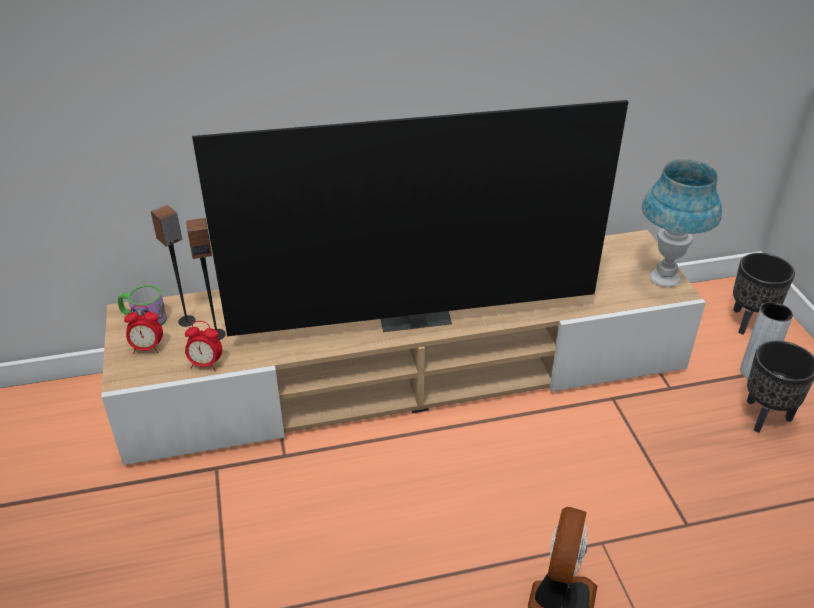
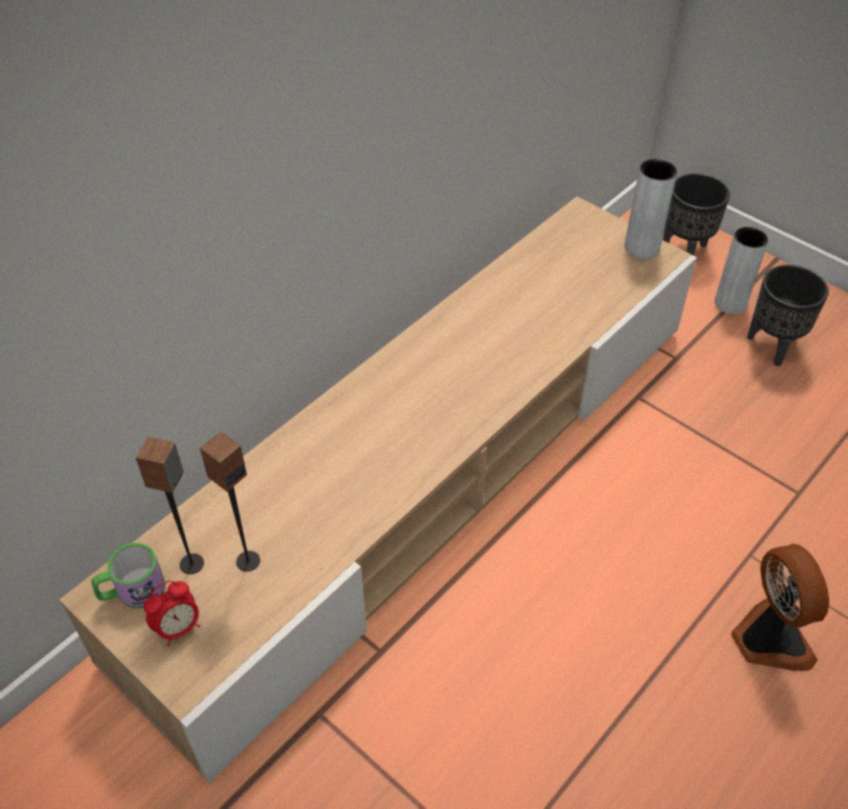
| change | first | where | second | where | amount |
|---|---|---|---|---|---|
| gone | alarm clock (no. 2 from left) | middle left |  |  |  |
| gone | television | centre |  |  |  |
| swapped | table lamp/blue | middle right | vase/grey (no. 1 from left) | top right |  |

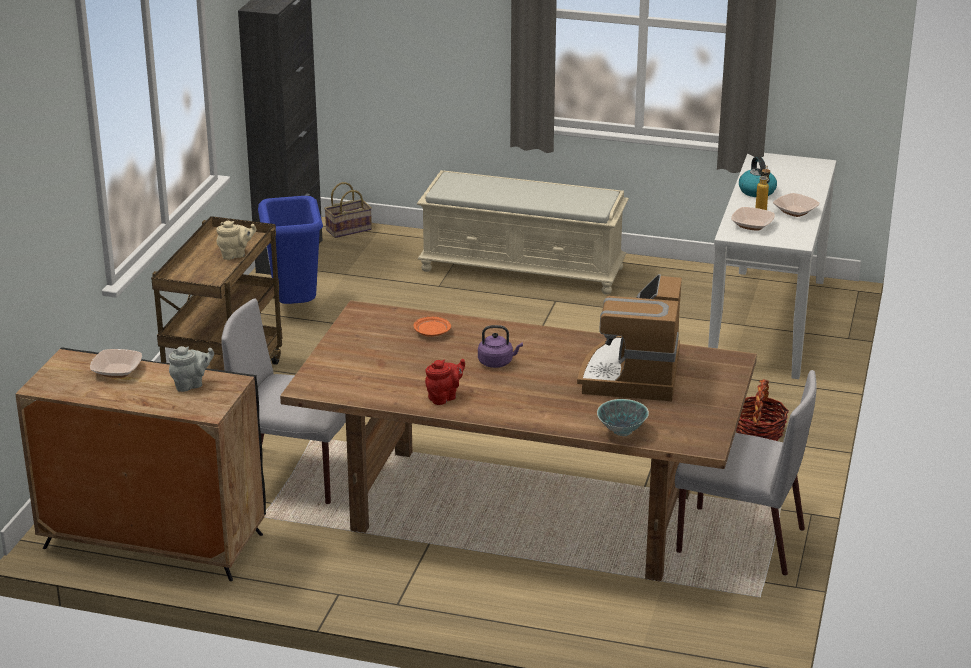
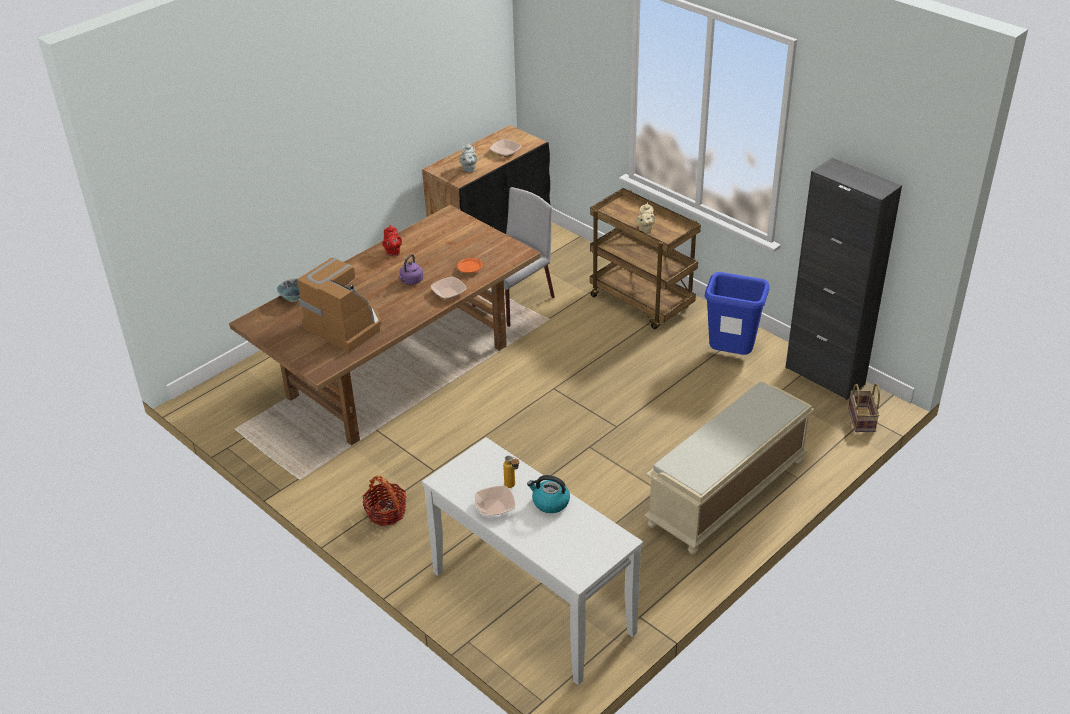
| change | first | where | second | where | amount |
|---|---|---|---|---|---|
| gone | chair/grey (no. 2 from left) | bottom right |  |  |  |
| shifted | bowl (no. 3 from left in the first image) | top right | bowl (no. 2 from left) | centre |  |

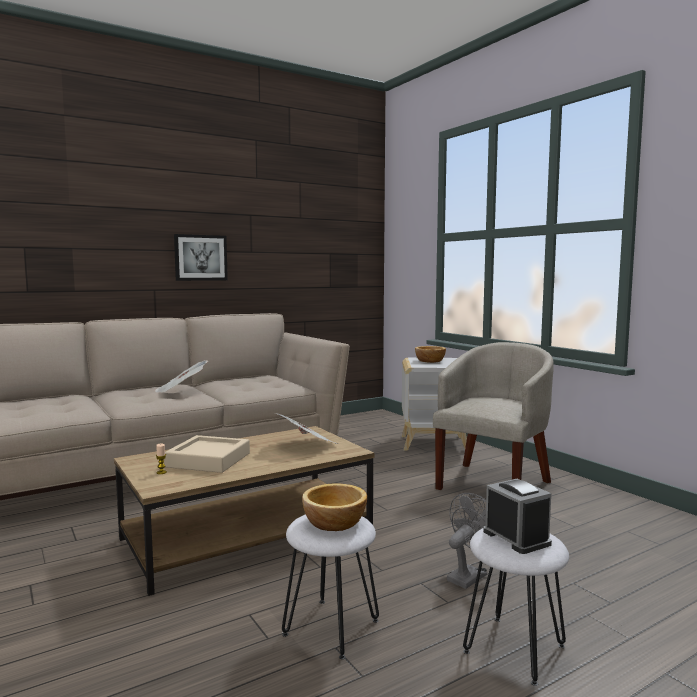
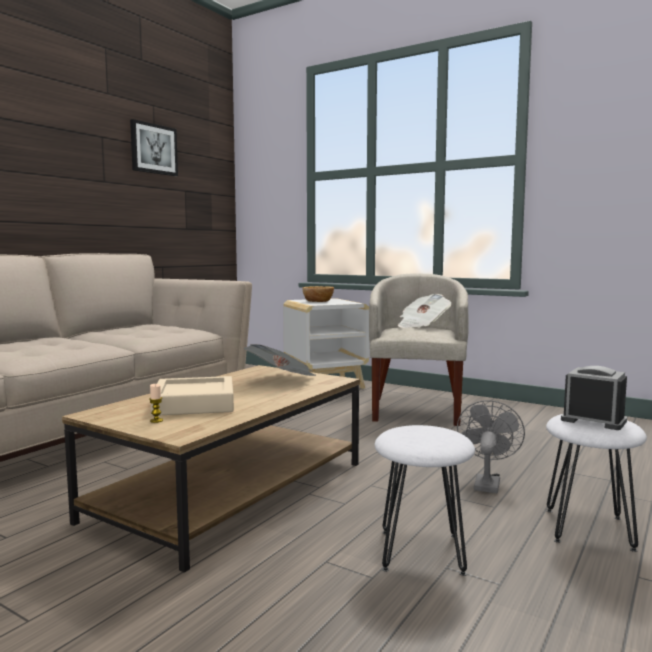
| change | first | where | second | where | amount |
|---|---|---|---|---|---|
| shifted | newspaper (no. 1 from left in the first image) | middle left | newspaper (no. 2 from left) | centre |  |
| shifted | picture | middle left |  | top left |  |
| gone | bowl (no. 1 from left) | bottom centre |  |  |  |

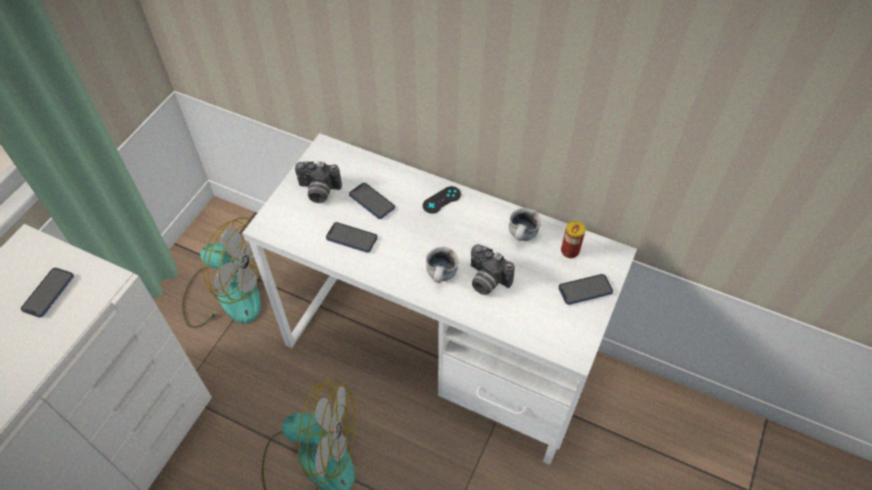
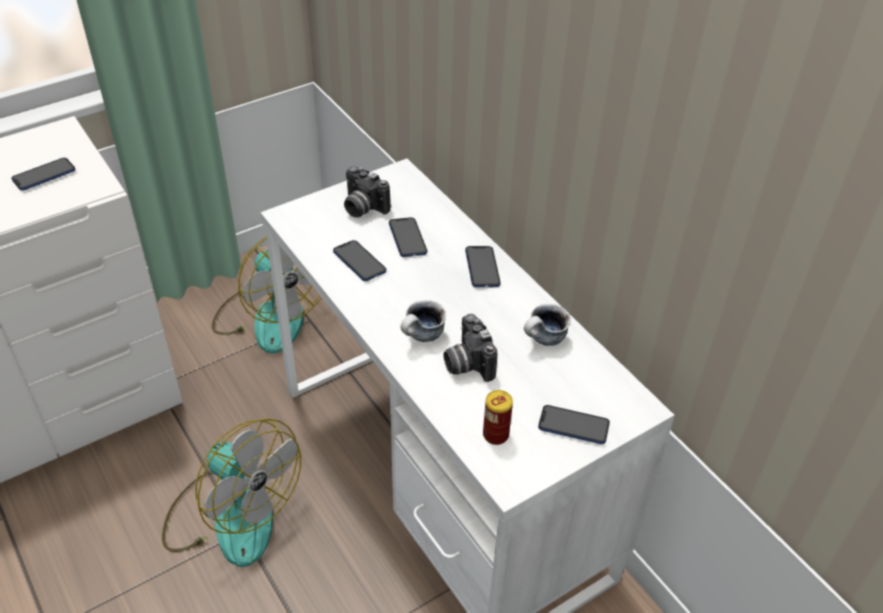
| change | first | where | second | where | amount |
|---|---|---|---|---|---|
| swapped | game controller/black | centre | phone (no. 4 from left) | centre |  |
| shifted | can | centre |  | bottom centre |  |

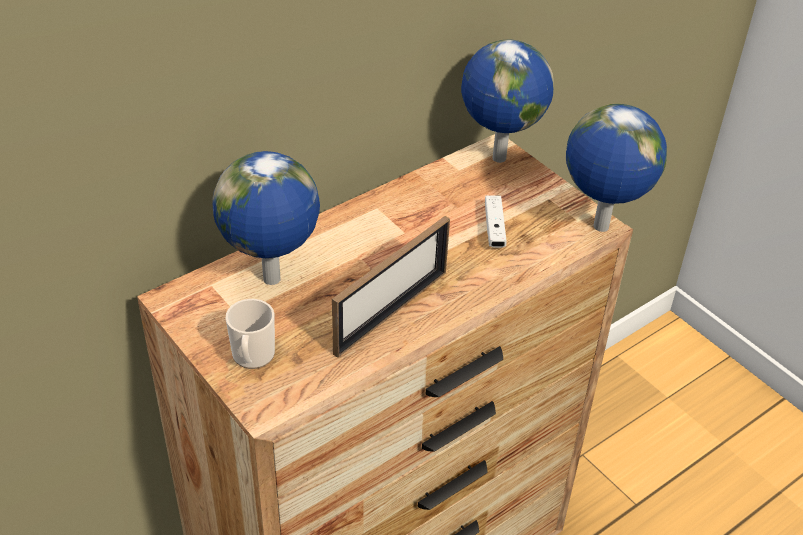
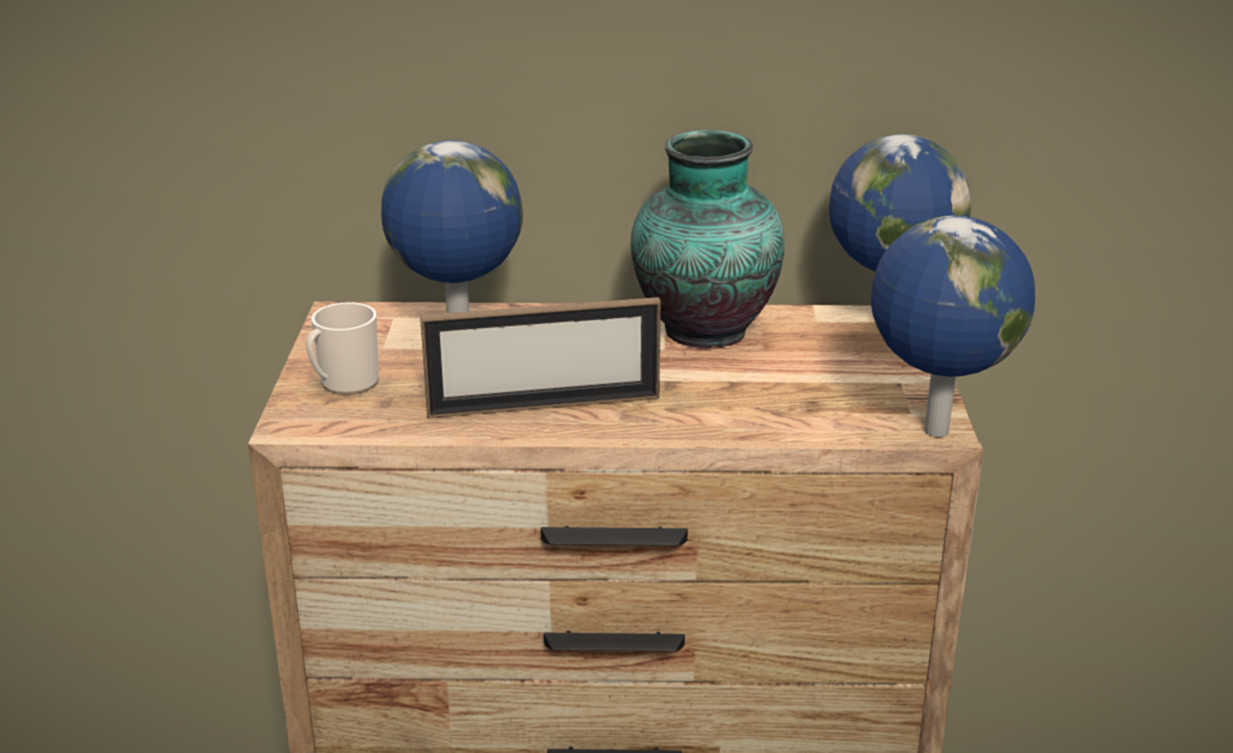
| change | first | where | second | where | amount |
|---|---|---|---|---|---|
| gone | game controller/white | centre |  |  |  |
| new |  |  | vase | top centre |  |

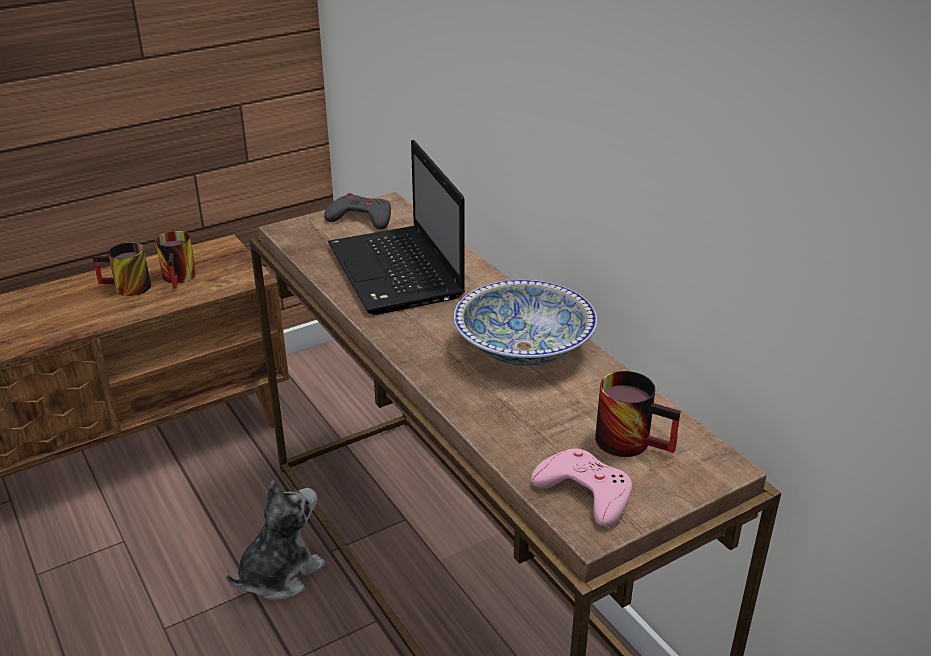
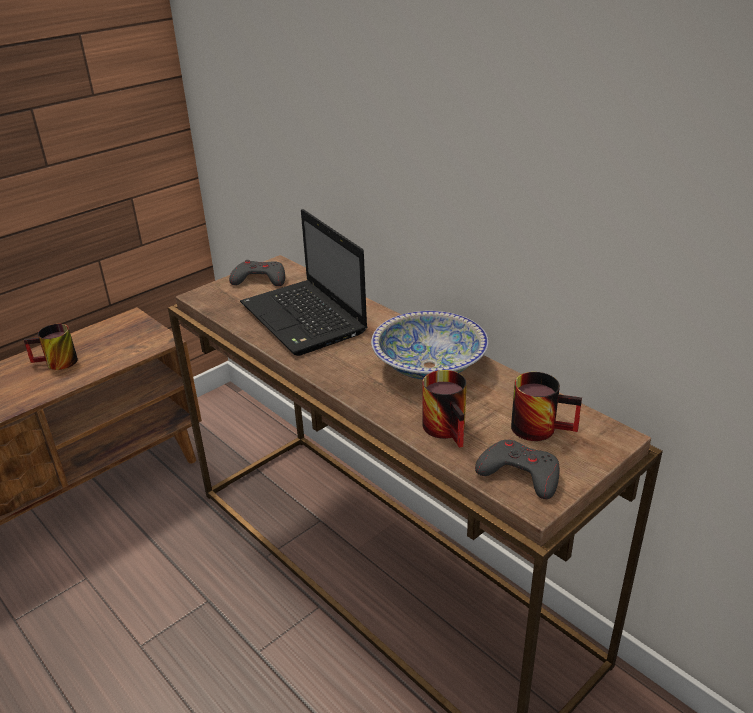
| change | first | where | second | where | amount |
|---|---|---|---|---|---|
| shifted | mug (no. 2 from left) | middle left |  | centre |  |
| gone | plush toy | bottom left |  |  |  |
| repainted | game controller/pink | bottom centre | game controller/grey (no. 2 from left) | middle right |  |

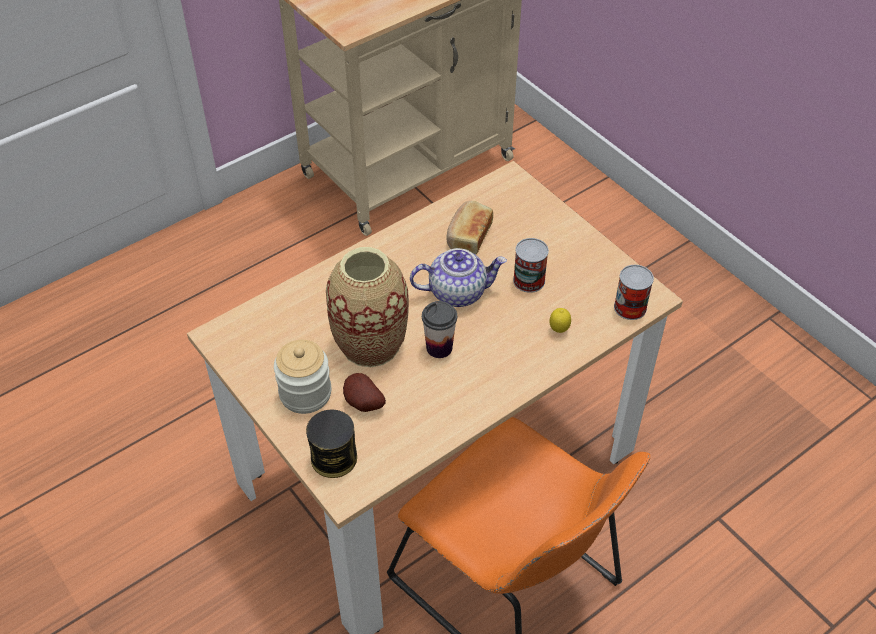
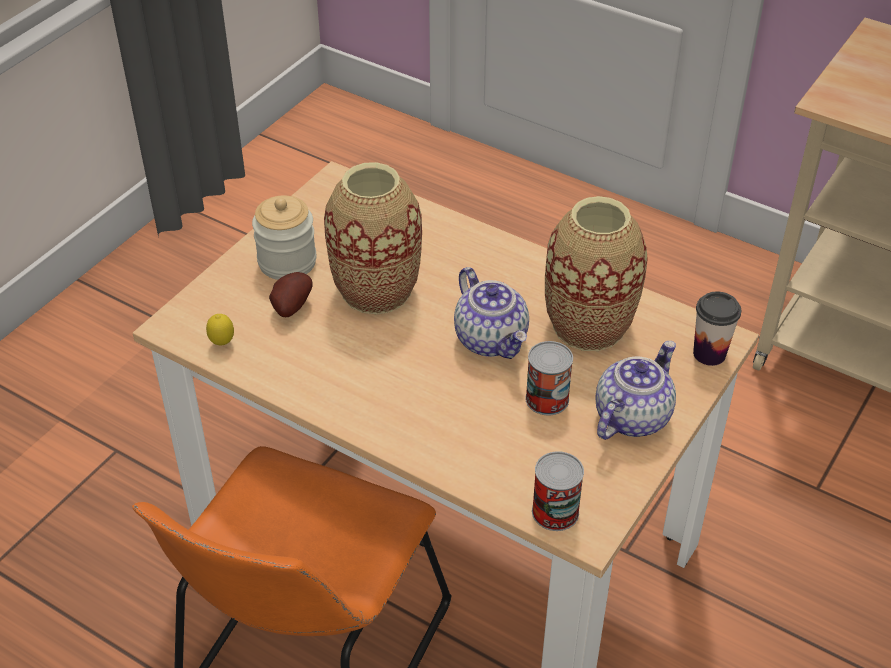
| change | first | where | second | where | amount |
|---|---|---|---|---|---|
| gone | can (no. 1 from left) | bottom centre |  |  |  |
| shifted | cup | centre |  | middle right |  |
| swapped | bread | centre | vase (no. 2 from left) | middle right |  |
| shifted | lemon | centre |  | middle left |  |
| new |  |  | teapot (no. 2 from left) | middle right |  |

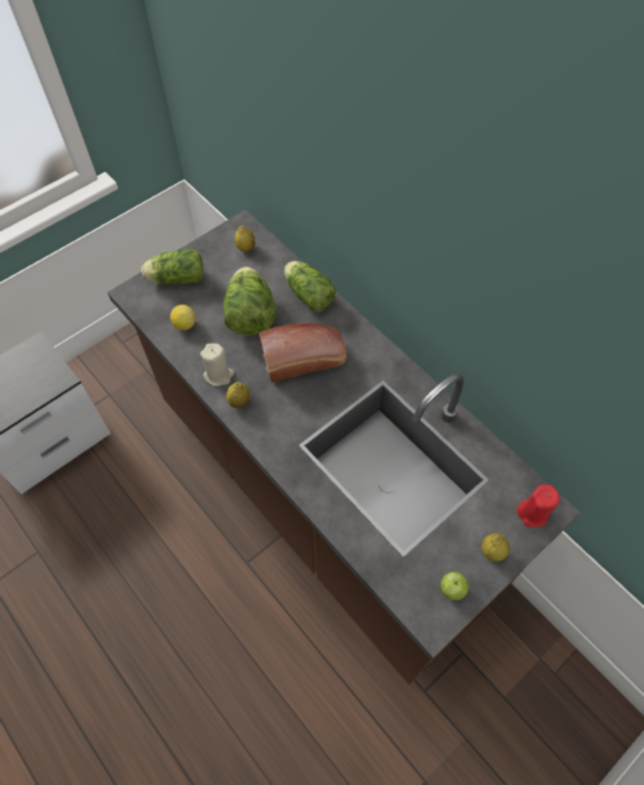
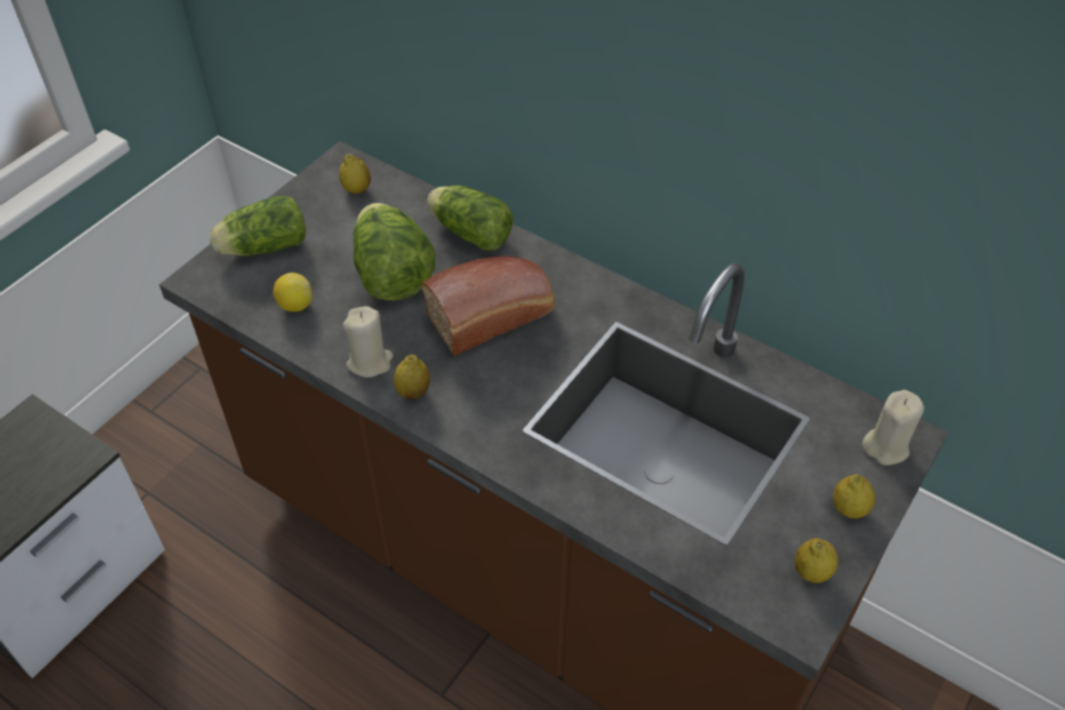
| change | first | where | second | where | amount |
|---|---|---|---|---|---|
| swapped | apple | bottom right | lemon (no. 4 from left) | bottom right |  |
| repainted | candle/red | middle right | candle/beige (no. 2 from left) | middle right |  |

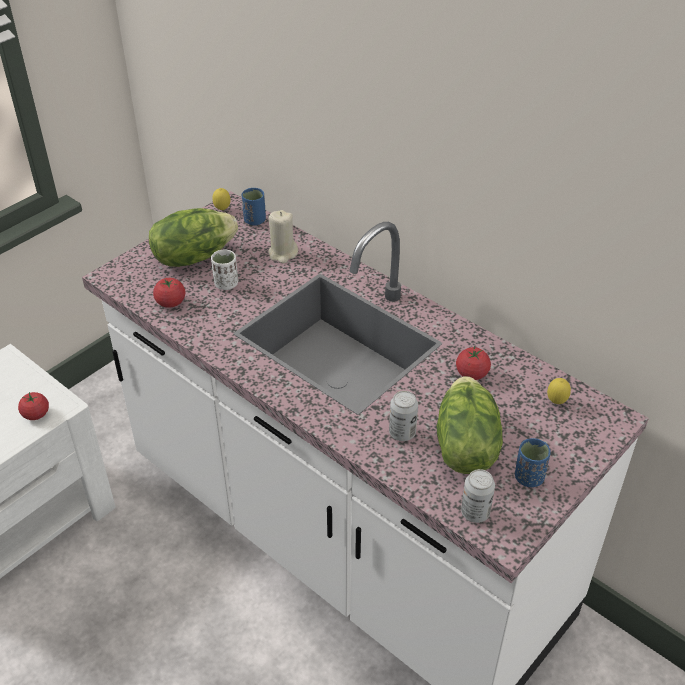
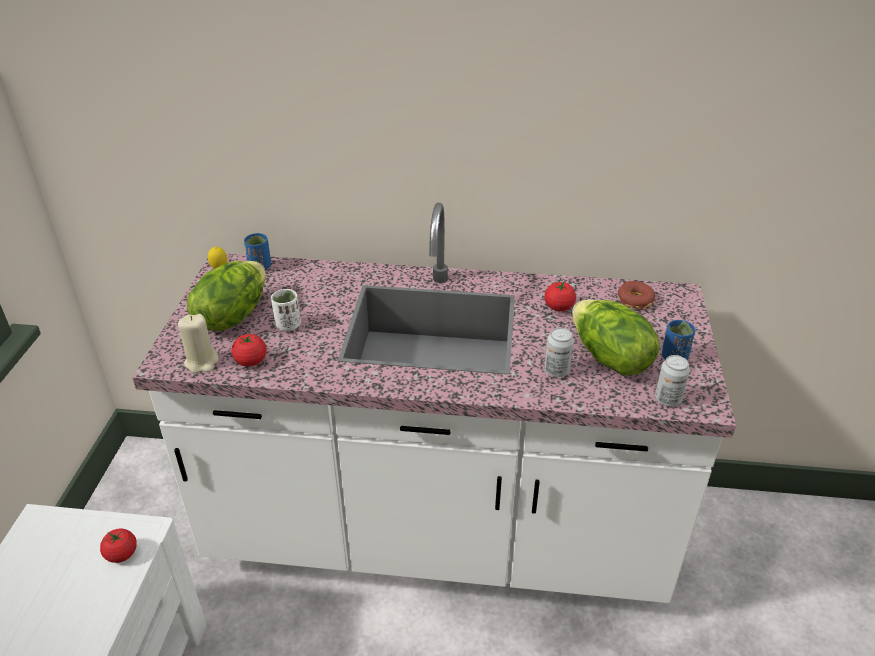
| change | first | where | second | where | amount |
|---|---|---|---|---|---|
| shifted | candle/beige | centre |  | middle left |  |
| swapped | lemon (no. 2 from left) | middle right | donut | middle right |  |

